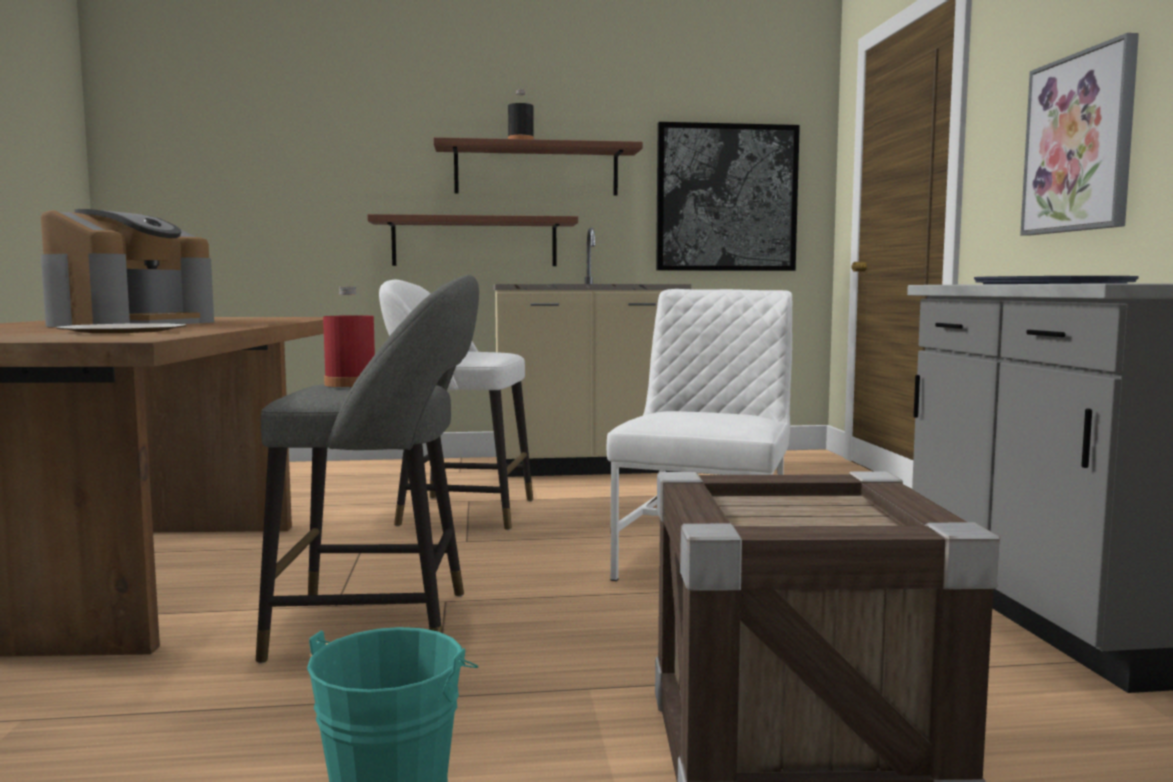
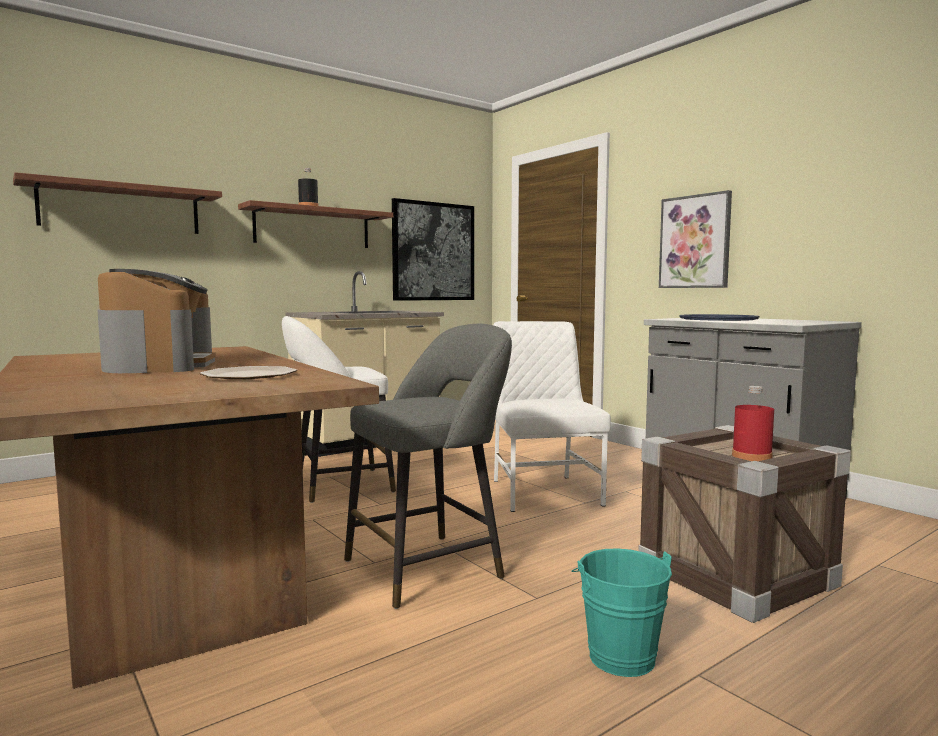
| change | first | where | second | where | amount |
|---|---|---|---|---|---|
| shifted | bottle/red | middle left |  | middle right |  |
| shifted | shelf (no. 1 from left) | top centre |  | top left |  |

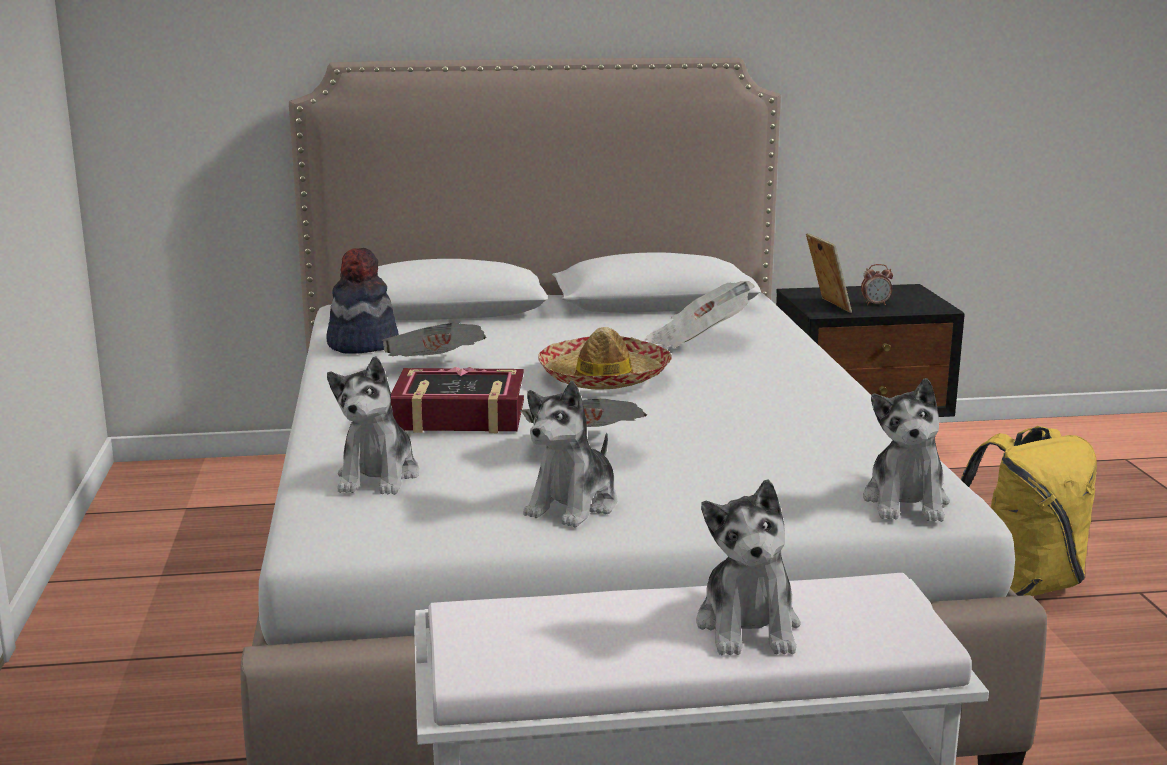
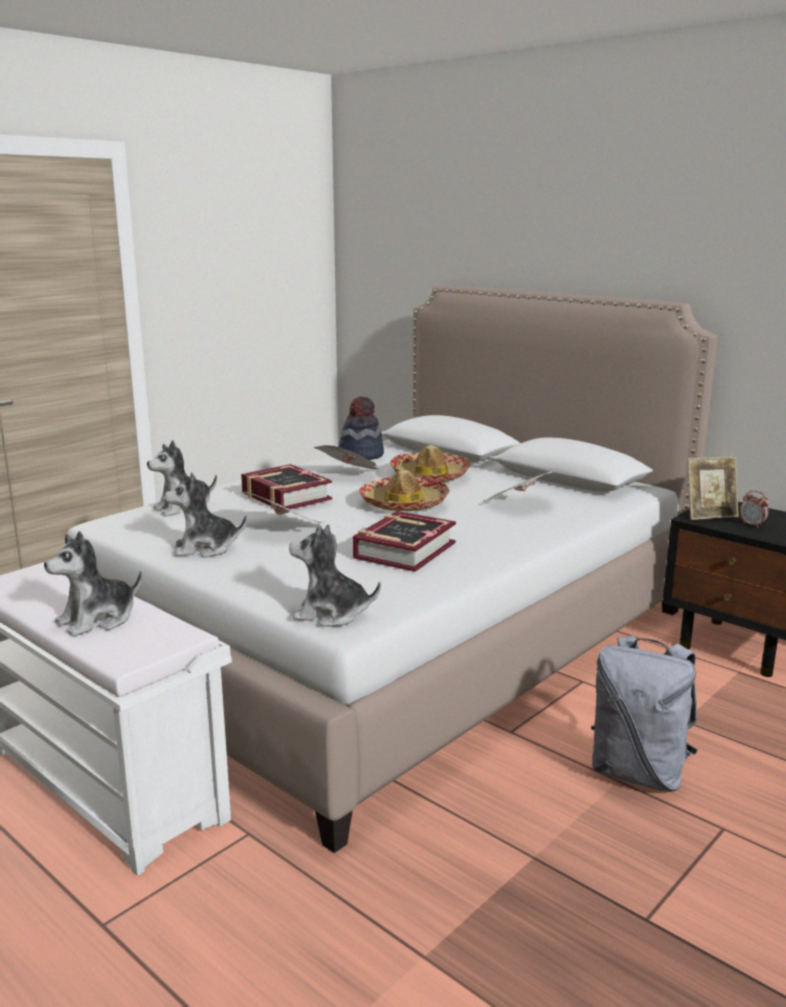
| change | first | where | second | where | amount |
|---|---|---|---|---|---|
| rotated | picture frame | middle right |  | middle right | 45 degrees clockwise |
| rotated | plush toy (no. 4 from left) | middle right |  | centre | 45 degrees clockwise |
| repainted | backpack/yellow | bottom right | backpack/grey | bottom right |  |
| new |  |  | book (no. 2 from left) | centre |  |
| new |  |  | hat (no. 3 from left) | centre |  |

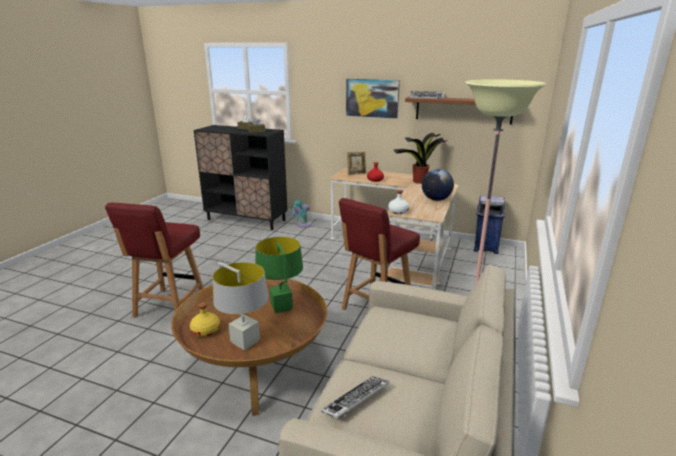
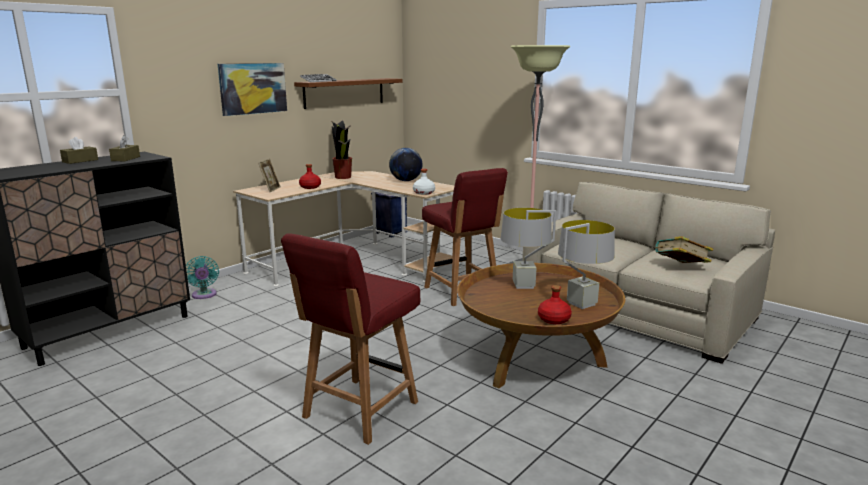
| change | first | where | second | where | amount |
|---|---|---|---|---|---|
| rotated | chair/red (no. 1 from left) | middle left |  | bottom centre | 90 degrees clockwise |
| repainted | bottle/yellow | bottom left | bottle/red (no. 2 from left) | centre |  |
| repainted | table lamp/green | centre | table lamp/grey (no. 1 from left) | centre |  |
| swapped | keyboard (no. 1 from left) | bottom centre | book | middle right |  |

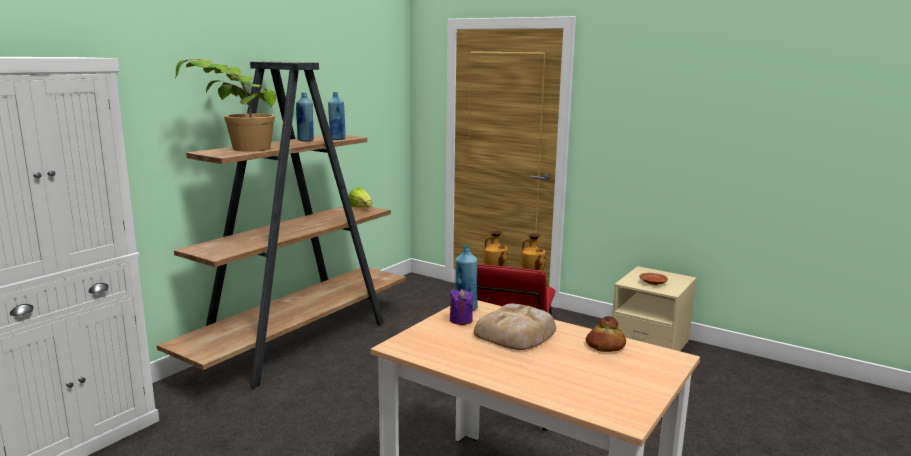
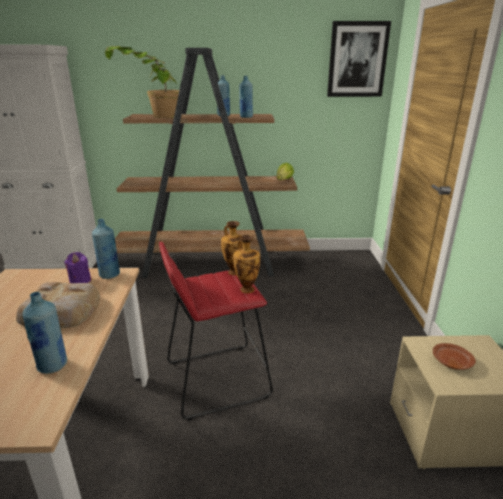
| change | first | where | second | where | amount |
|---|---|---|---|---|---|
| swapped | bread (no. 2 from left) | bottom centre | bottle/blue (no. 1 from left) | bottom left |  |
| new |  |  | picture | top right |  |

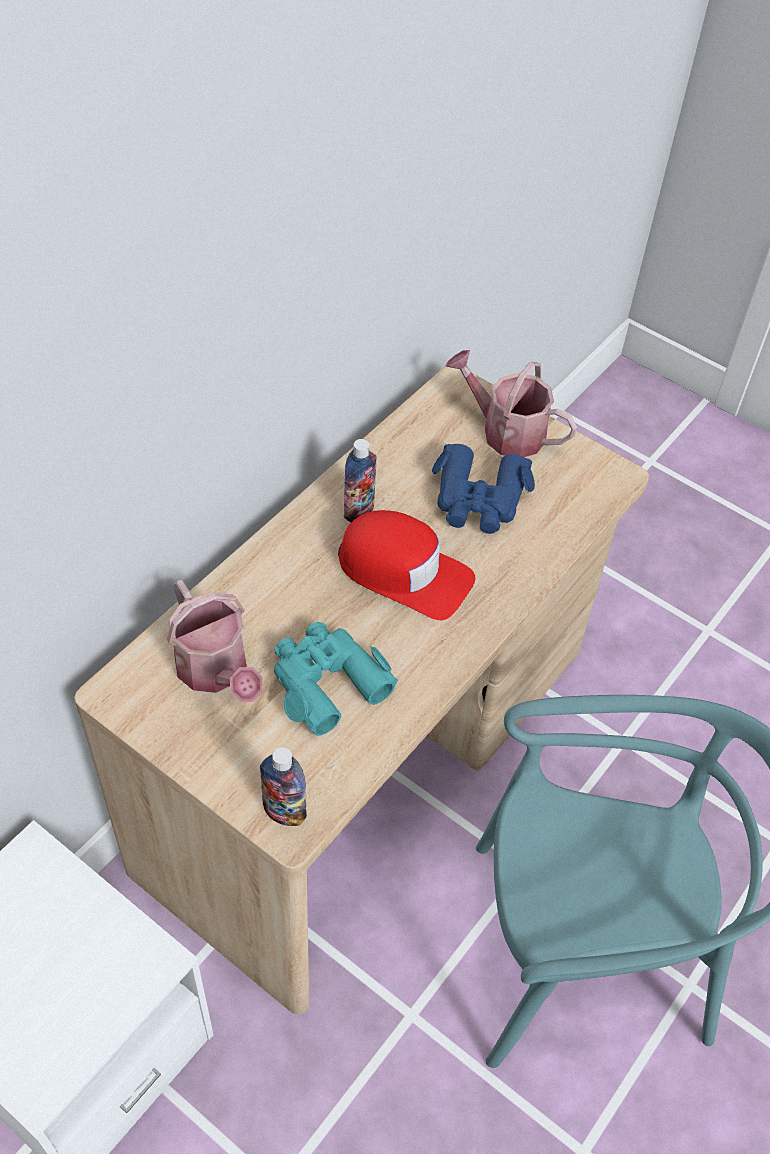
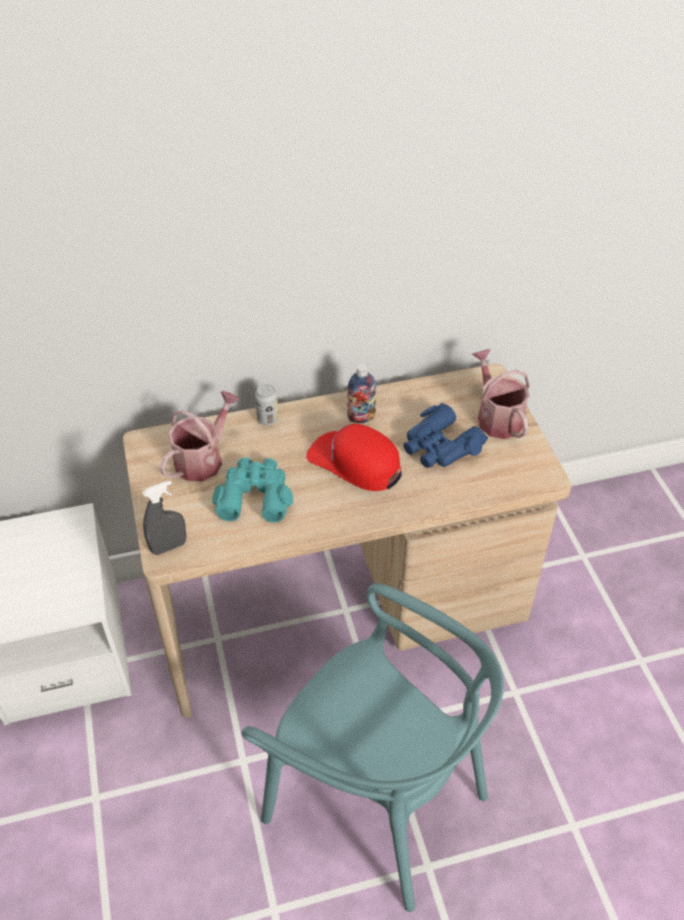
| change | first | where | second | where | amount |
|---|---|---|---|---|---|
| rotated | watering can (no. 1 from left) | middle left |  | middle left | 150 degrees counterclockwise |
| swapped | bottle (no. 1 from left) | bottom centre | spray bottle/grey | middle left |  |
| rotated | cap/red | centre |  | centre | 150 degrees clockwise |
| new |  |  | can | centre |  |

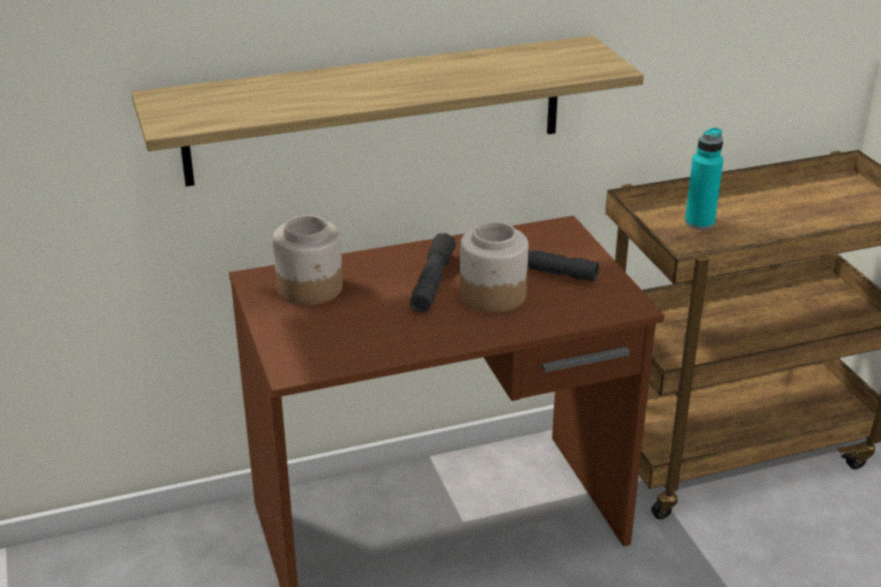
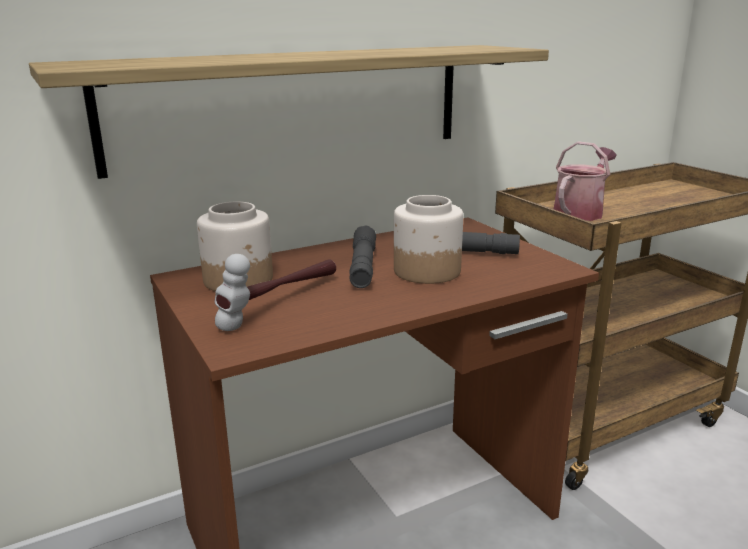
| change | first | where | second | where | amount |
|---|---|---|---|---|---|
| swapped | bottle/turquoise | top right | watering can | top right |  |
| new |  |  | hammer | centre |  |

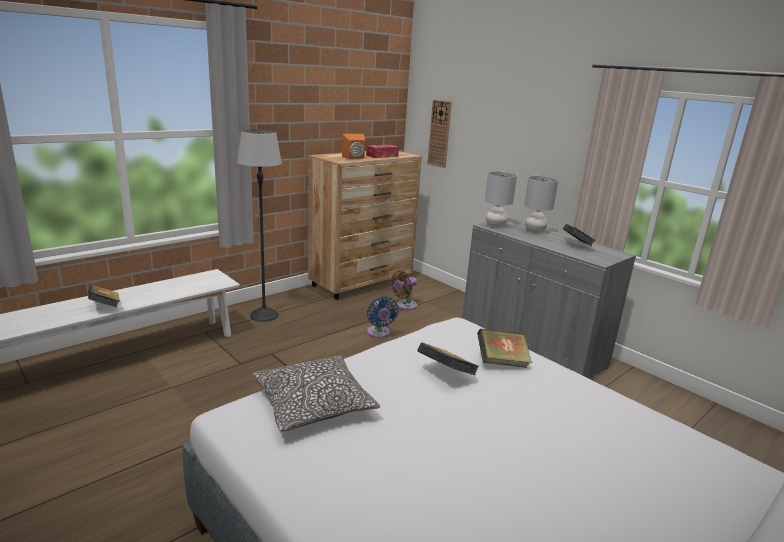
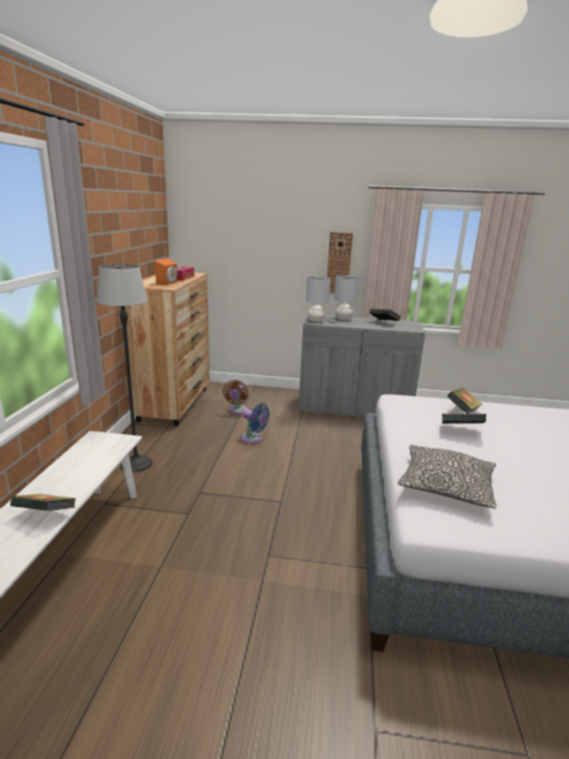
| change | first | where | second | where | amount |
|---|---|---|---|---|---|
| shifted | wall clock | top centre |  | centre |  |

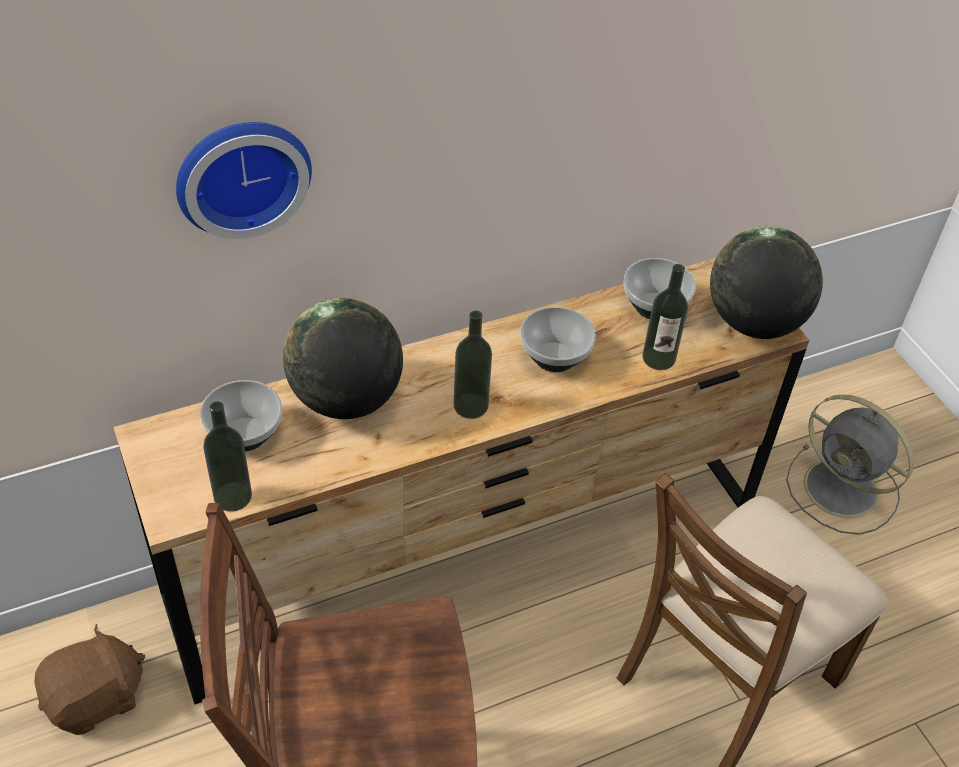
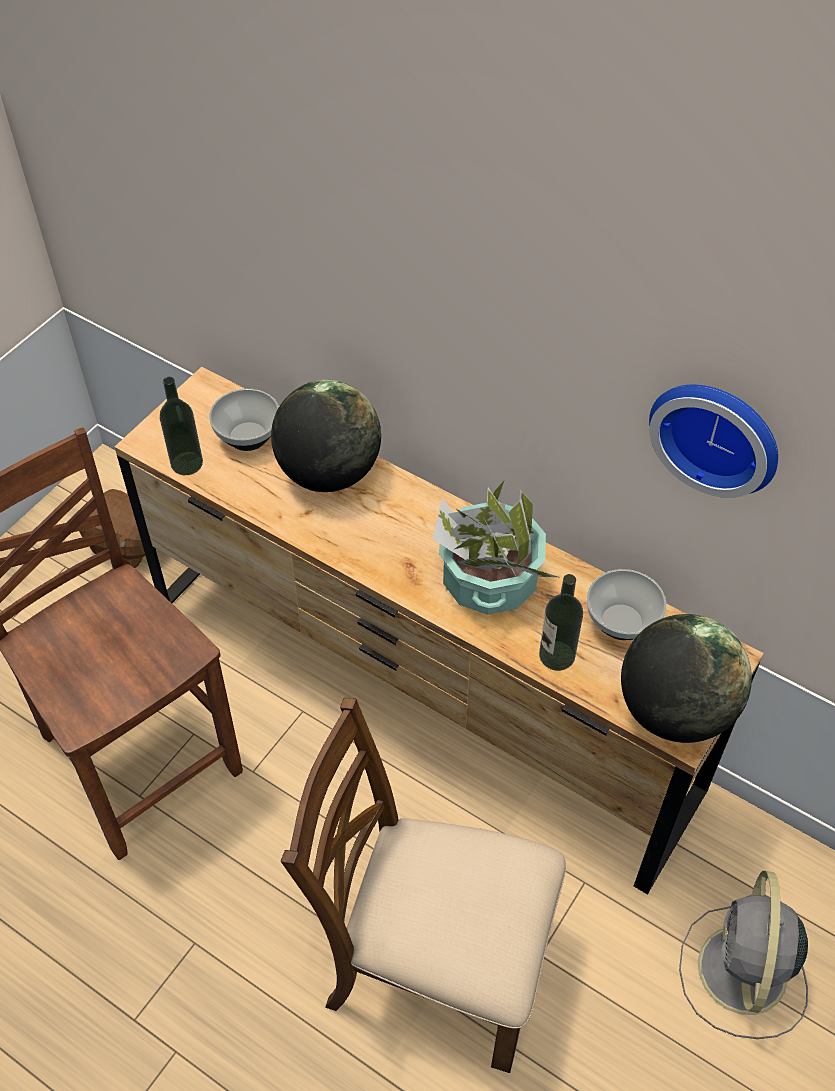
| change | first | where | second | where | amount |
|---|---|---|---|---|---|
| shifted | wall clock | top left |  | middle right |  |
| gone | bottle (no. 2 from left) | centre |  |  |  |
| swapped | bowl (no. 2 from left) | centre | potted plant | centre |  |

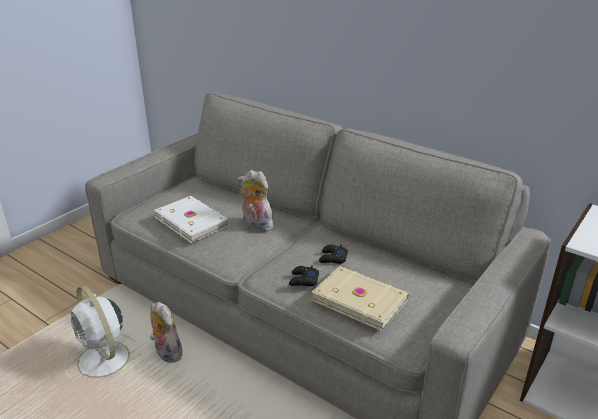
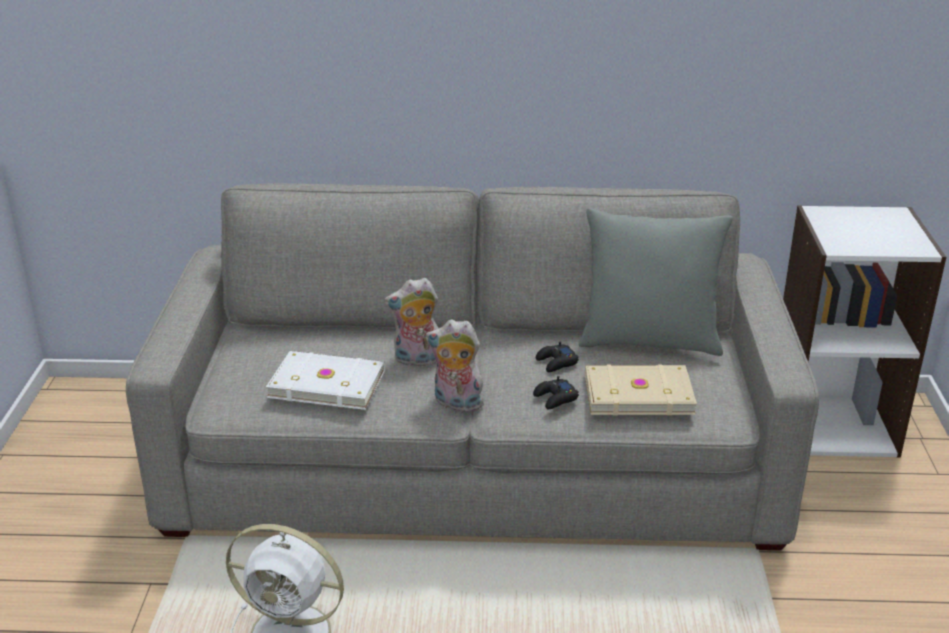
| change | first | where | second | where | amount |
|---|---|---|---|---|---|
| shifted | plush toy (no. 1 from left in the first image) | bottom left | plush toy (no. 2 from left) | centre |  |
| new |  |  | pillow/grey | middle right |  |

